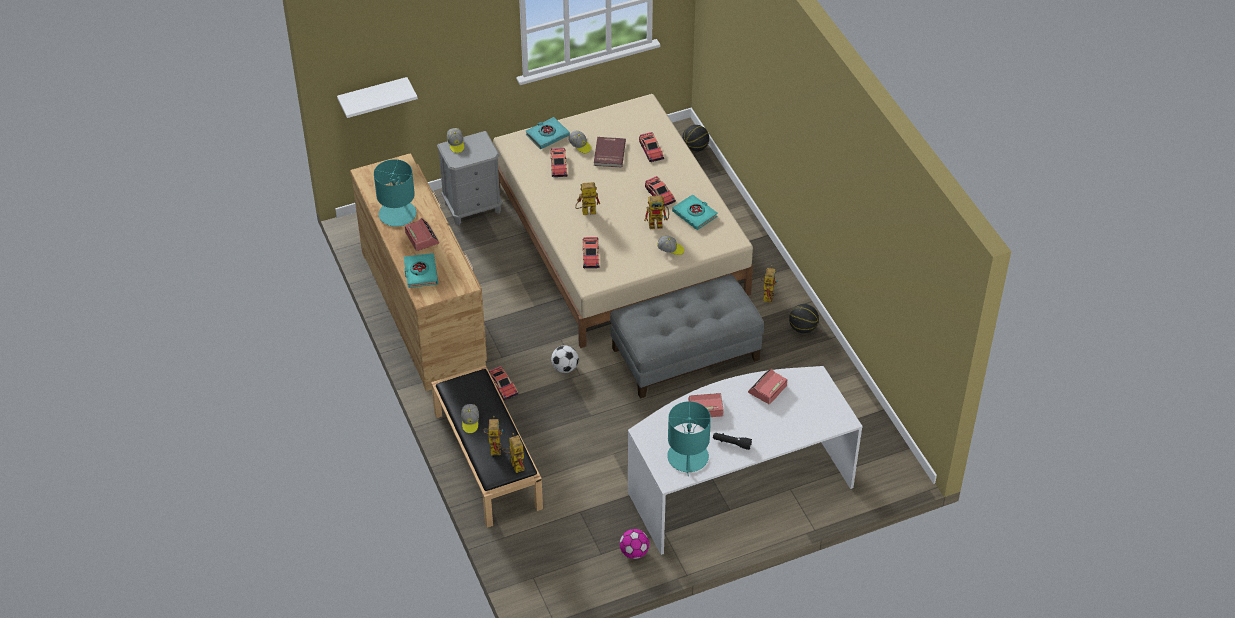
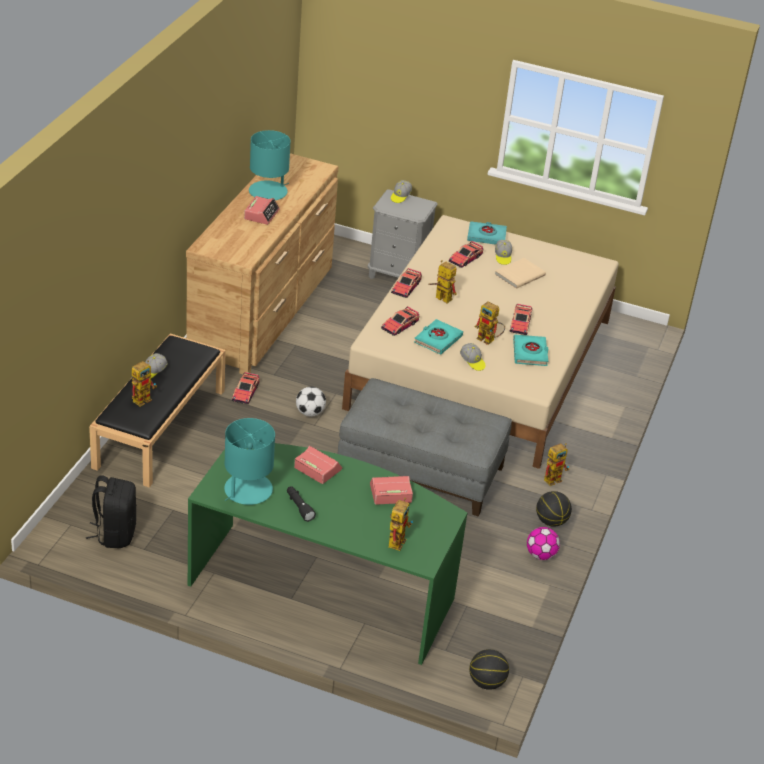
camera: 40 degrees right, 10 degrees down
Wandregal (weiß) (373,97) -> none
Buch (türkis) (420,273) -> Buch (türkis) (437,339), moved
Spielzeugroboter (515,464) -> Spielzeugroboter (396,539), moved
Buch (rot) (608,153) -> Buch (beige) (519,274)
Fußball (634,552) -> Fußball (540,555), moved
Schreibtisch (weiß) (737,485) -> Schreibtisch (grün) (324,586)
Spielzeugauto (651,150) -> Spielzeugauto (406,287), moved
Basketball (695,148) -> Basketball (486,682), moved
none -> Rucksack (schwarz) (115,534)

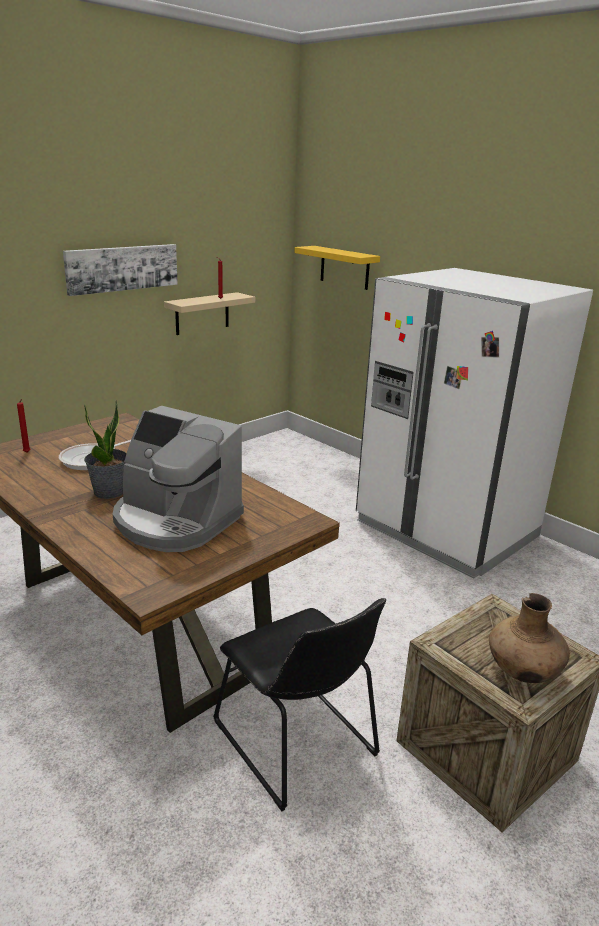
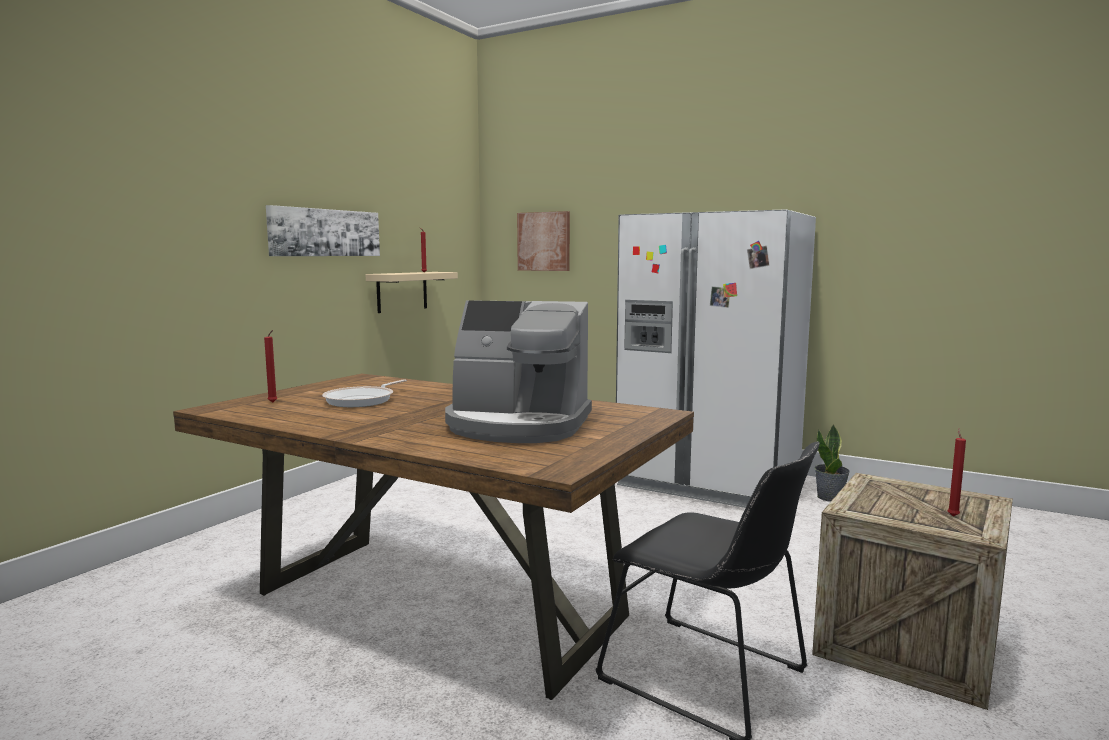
camera: 15 degrees left, 15 degrees down
Topfpflanze (109,492) -> Topfpflanze (830,497), moved
Wandregal (gelb) (344,267) -> Bild (544,241)
Vase (braun) (523,671) -> Kerze (rot) (952,515)

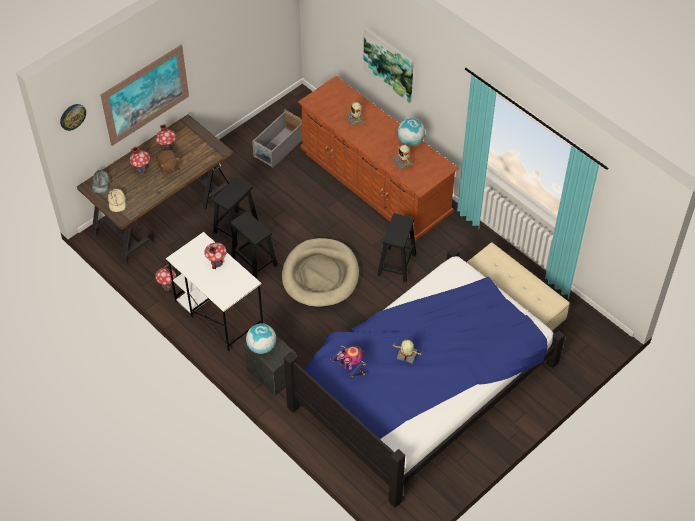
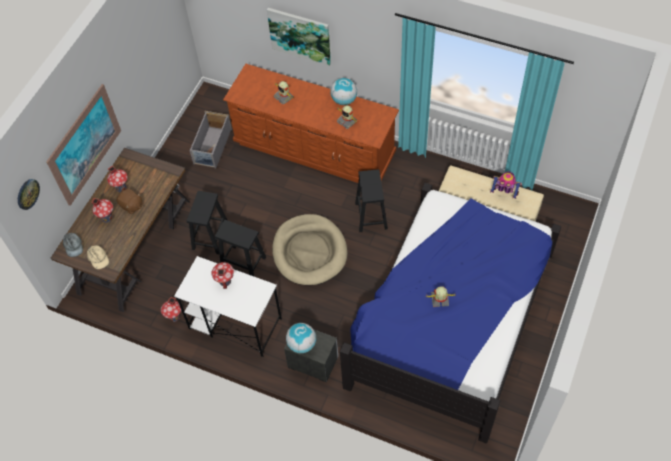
camera: 20 degrees left, 5 degrees up
Spielzeugroboter (349,369) -> Spielzeugroboter (504,194), moved

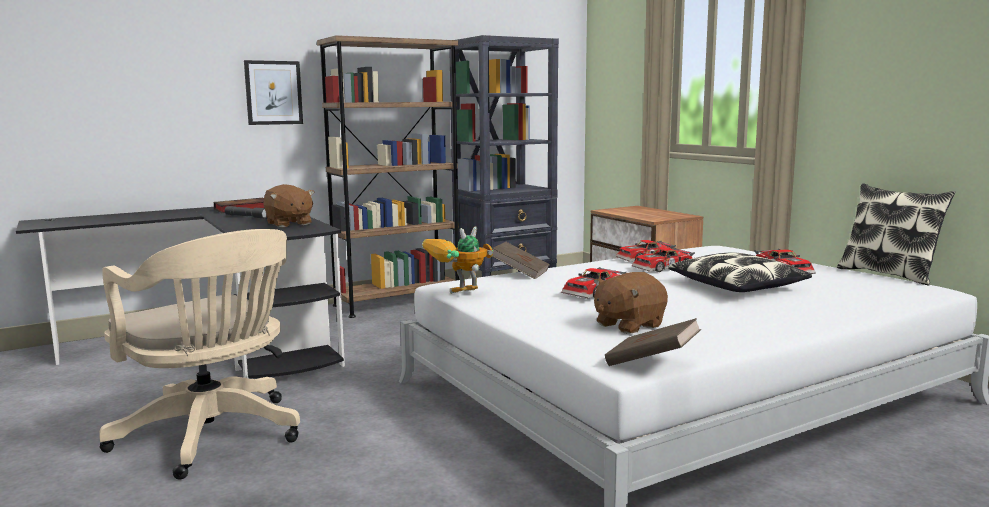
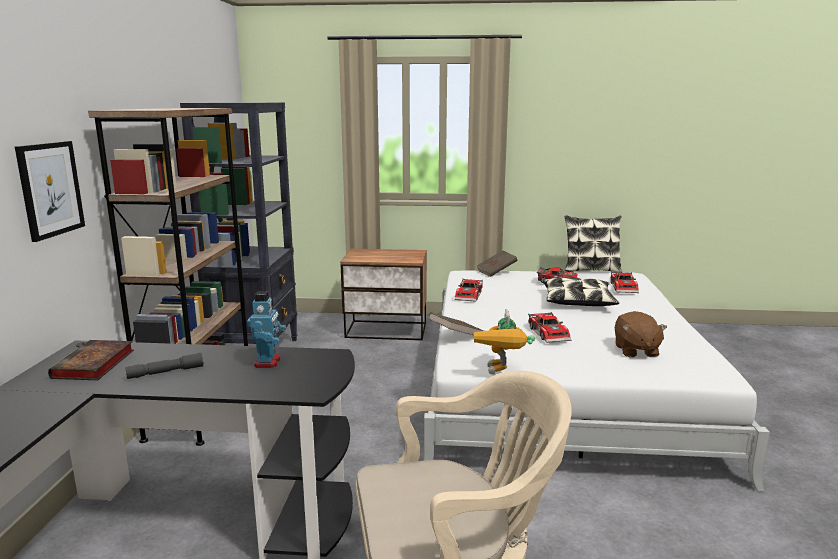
camera: 55 degrees left, 5 degrees up
Plüschtier (braun) (288,224) -> Spielzeugroboter (268,362)
Buch (braun) (652,363) -> Buch (braun) (496,272), moved
Spielzeugauto (664,268) -> Spielzeugauto (625,288), moved

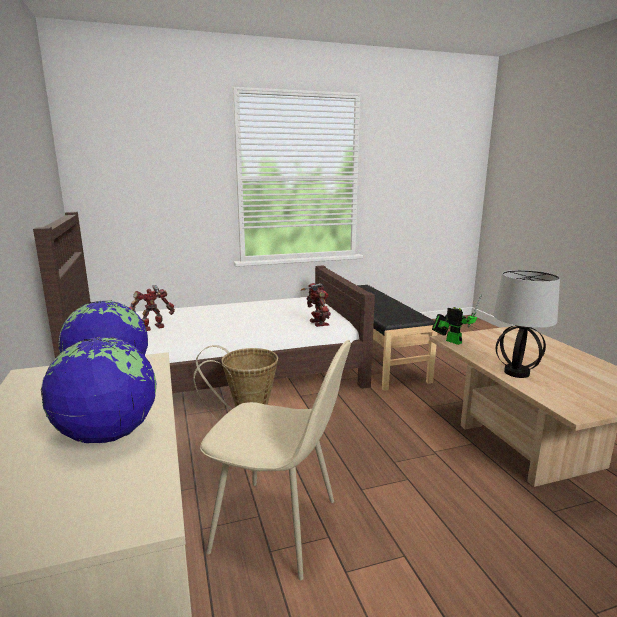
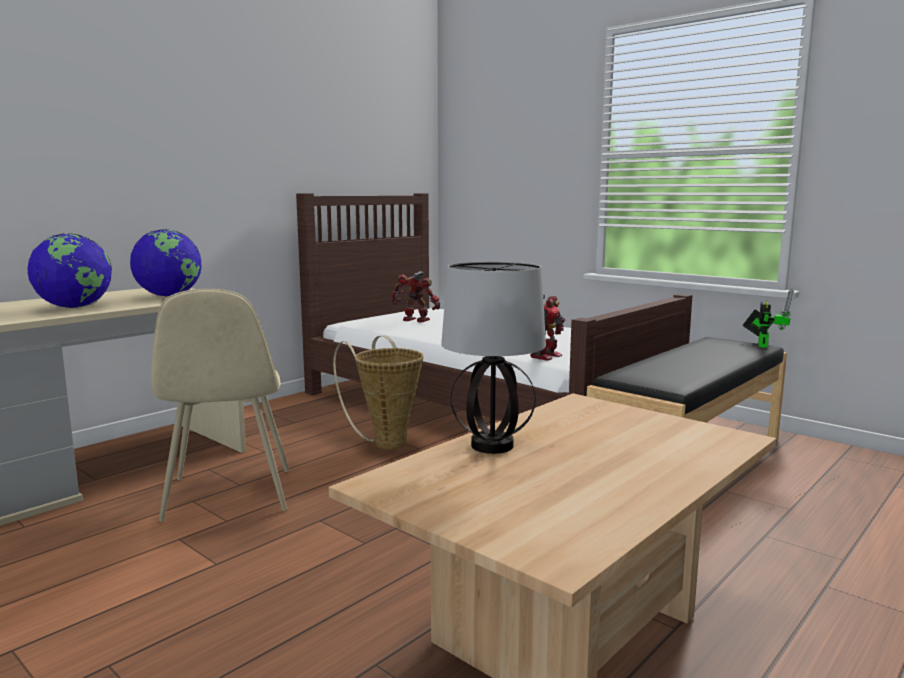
camera: 60 degrees right, 5 degrees down
Spielzeugroboter (451,341) -> Spielzeugroboter (762,345), moved

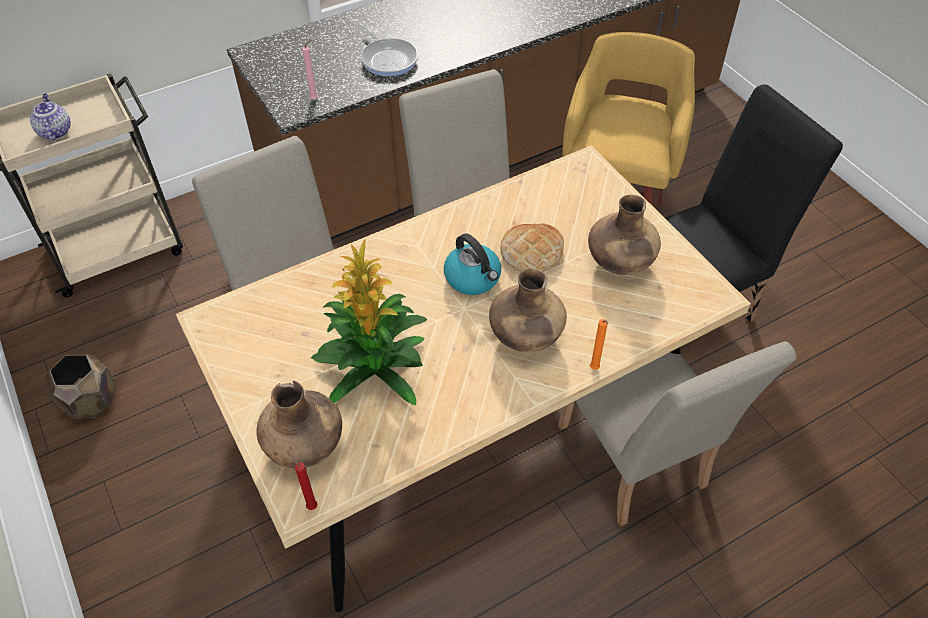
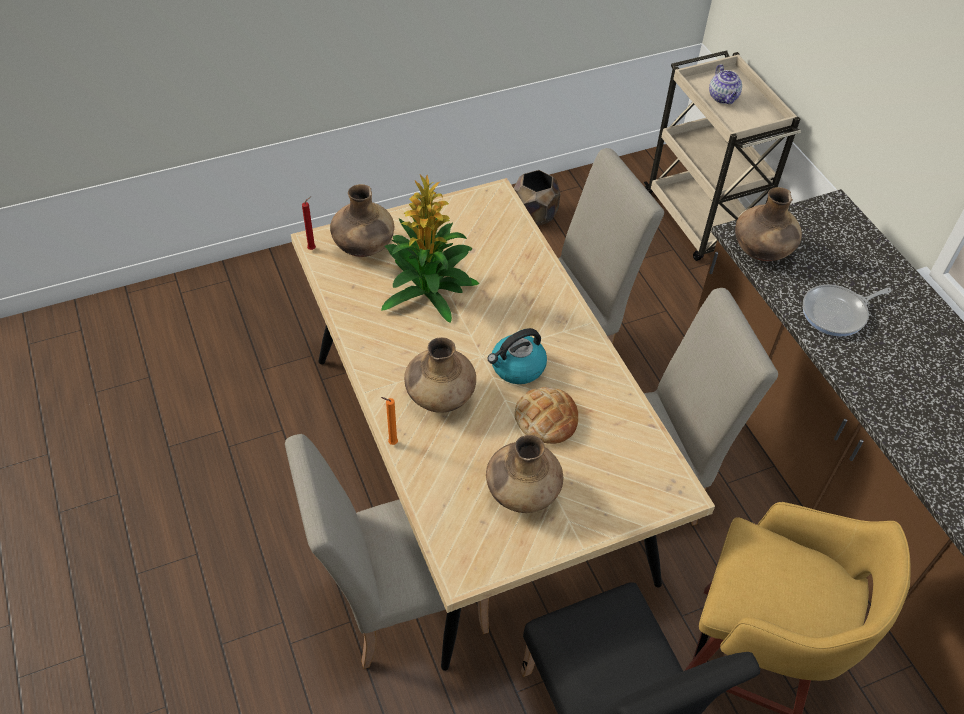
camera: 95 degrees right, 0 degrees up
Teekanne (55,131) -> Teekanne (723,98), 90 degrees clockwise
Kerze (rosa) (315,98) -> Vase (braun) (761,251)

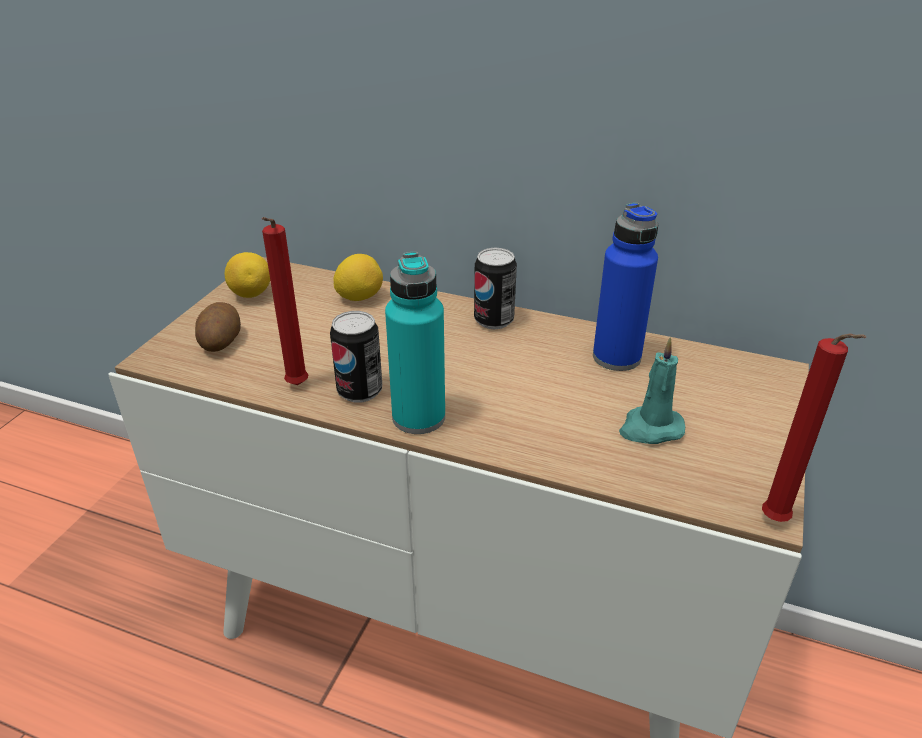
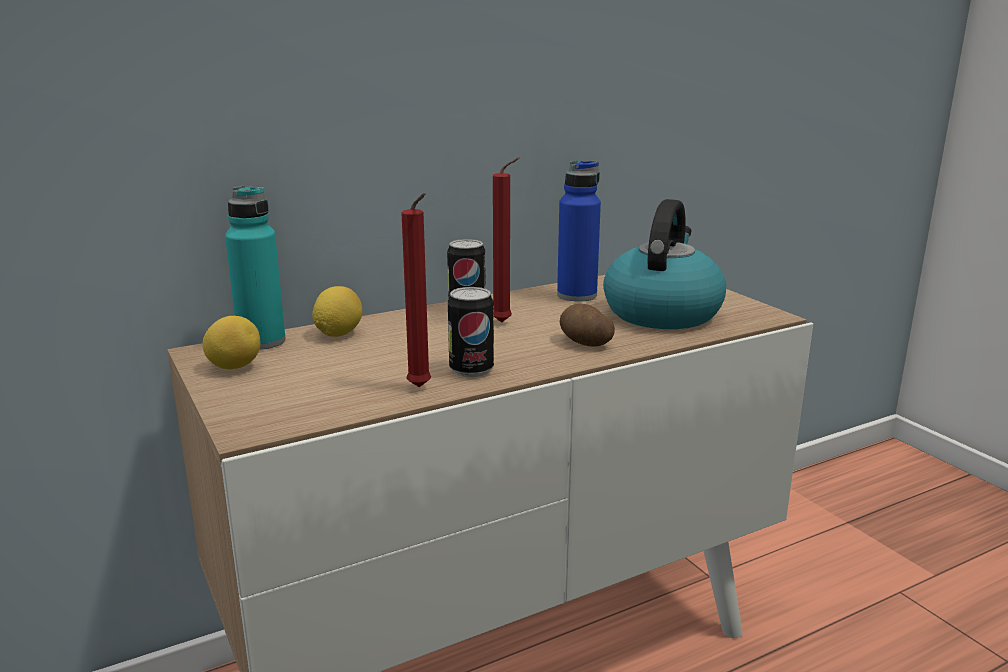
camera: 50 degrees left, 15 degrees down
Kartoffel (220,341) -> Kartoffel (584,342), moved
Flasche (türkis) (418,417) -> Flasche (türkis) (261,341), moved
Kerze (türkis) (650,428) -> Wasserkessel (662,312)
Kerze (rot) (777,523) -> Kerze (rot) (505,323), moved

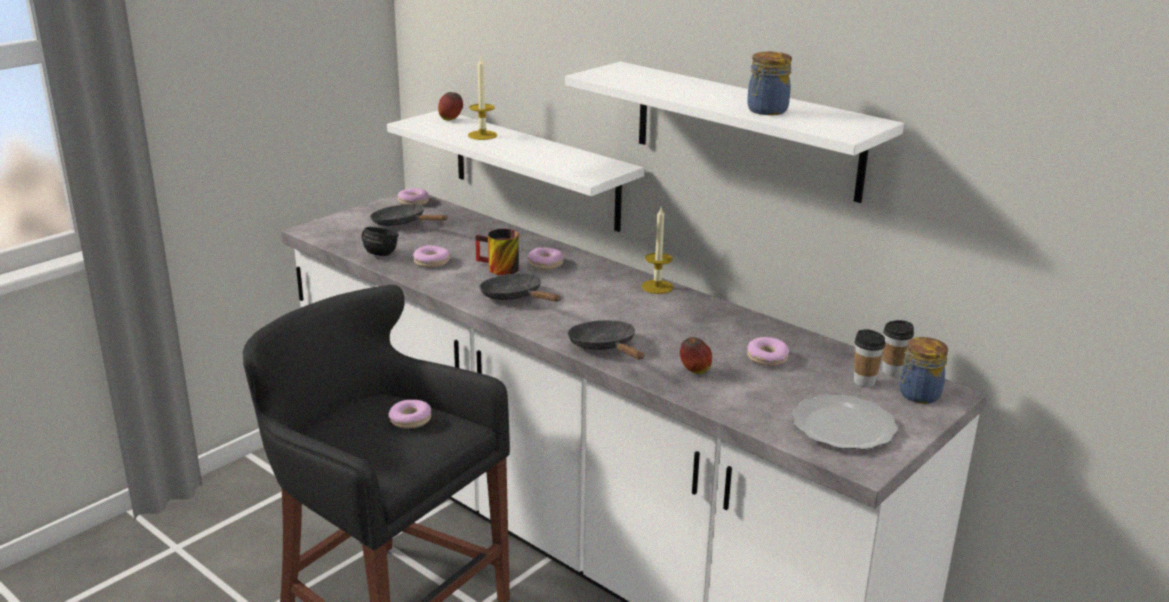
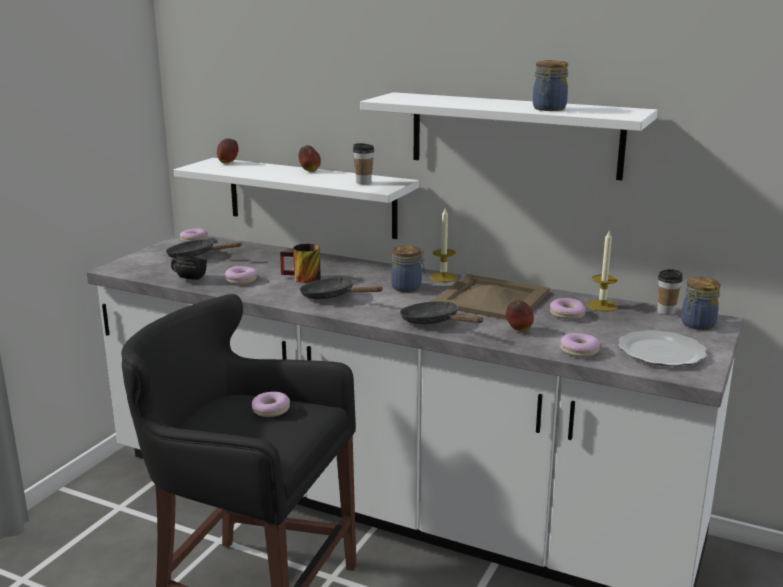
camera: 15 degrees left, 5 degrees down
Kerze (482,135) -> Kerze (602,306), moved
Donut (546,264) -> Donut (579,351), moved
Tasse (864,382) -> Tasse (363,182), moved
none -> Apfel (309,171)
none -> Vorratsglas (408,288)
none -> Tablett (beige) (490,298)

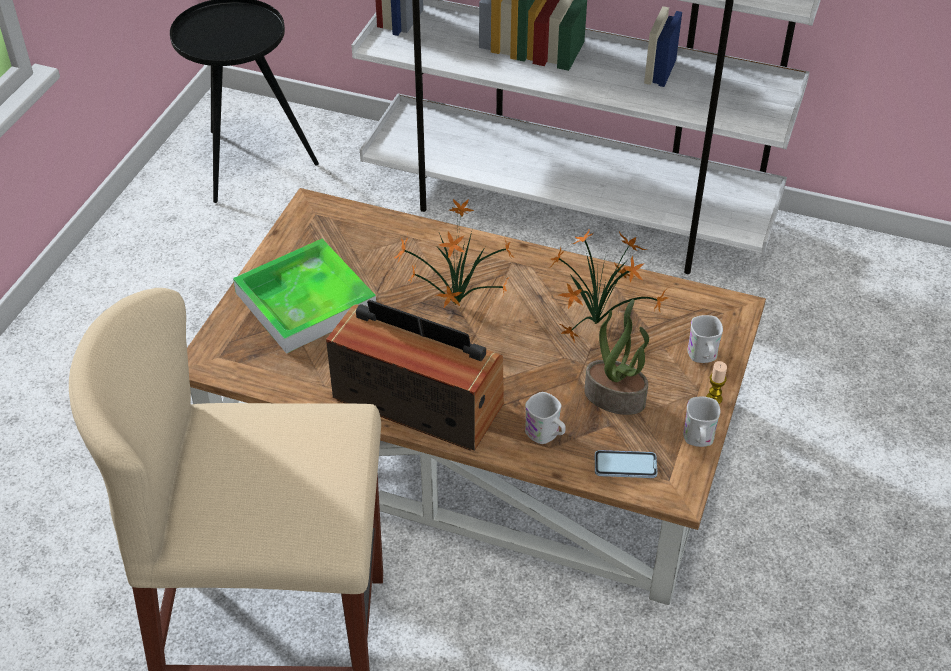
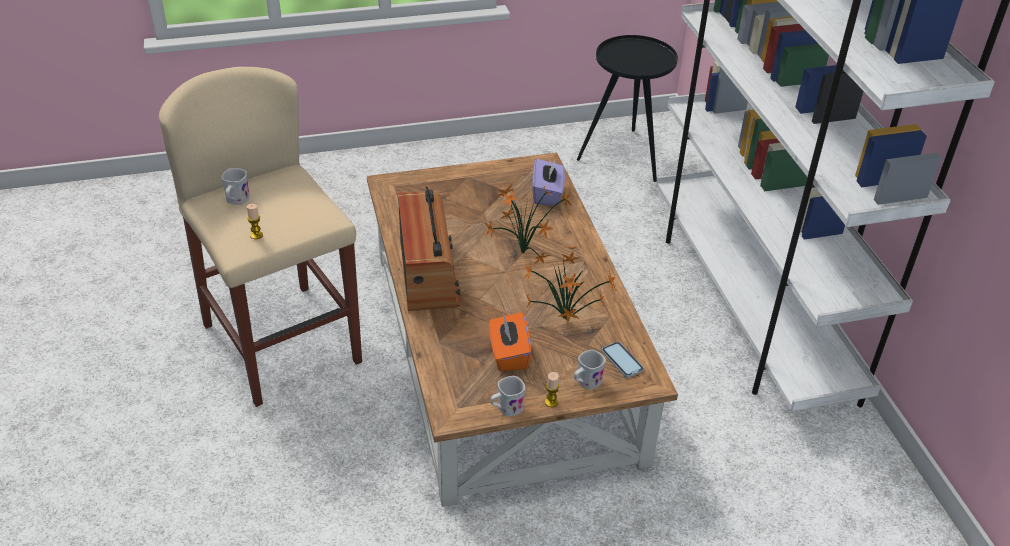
camera: 55 degrees right, 5 degrees down
Tablett (305,301) -> none
Henkelbecher (weiß) (546,435) -> Henkelbecher (weiß) (236,201), moved
Topfpflanze (616,397) -> Taschentuchbox (orange) (508,354)
Handy (625,465) -> Handy (622,360), moved
none -> Kerze (256,235)
none -> Taschentuchbox (lila) (547,194)

